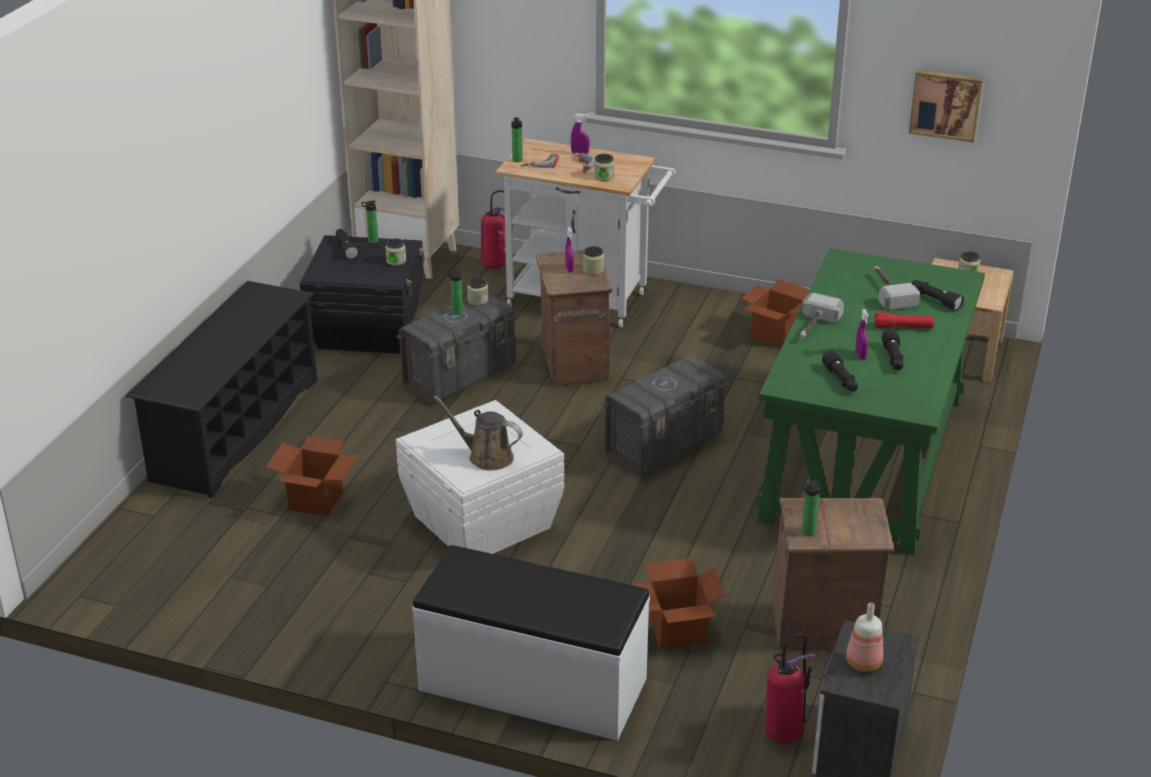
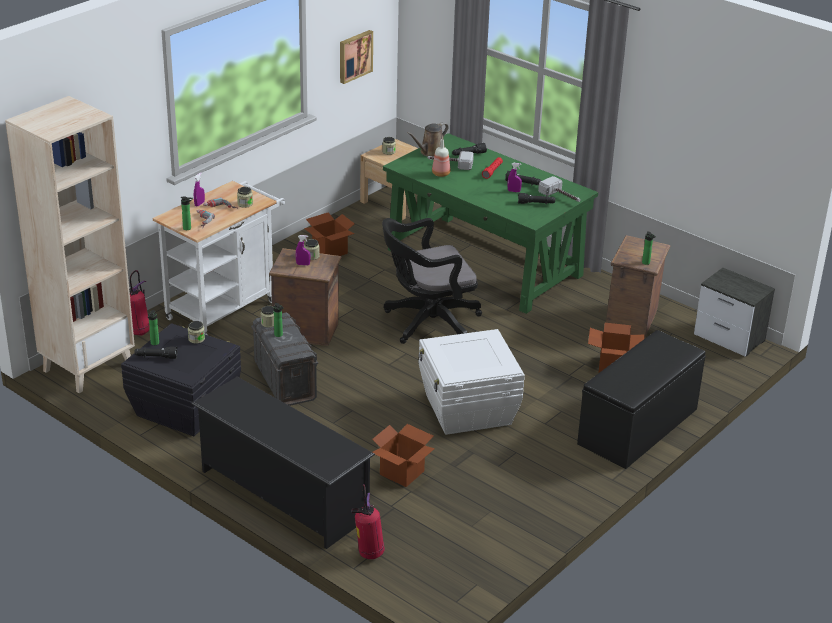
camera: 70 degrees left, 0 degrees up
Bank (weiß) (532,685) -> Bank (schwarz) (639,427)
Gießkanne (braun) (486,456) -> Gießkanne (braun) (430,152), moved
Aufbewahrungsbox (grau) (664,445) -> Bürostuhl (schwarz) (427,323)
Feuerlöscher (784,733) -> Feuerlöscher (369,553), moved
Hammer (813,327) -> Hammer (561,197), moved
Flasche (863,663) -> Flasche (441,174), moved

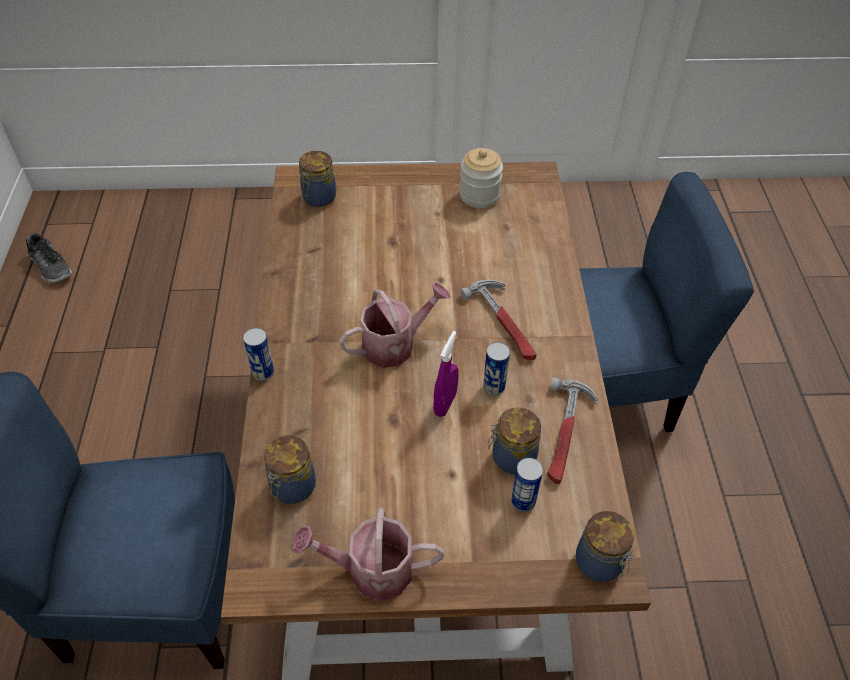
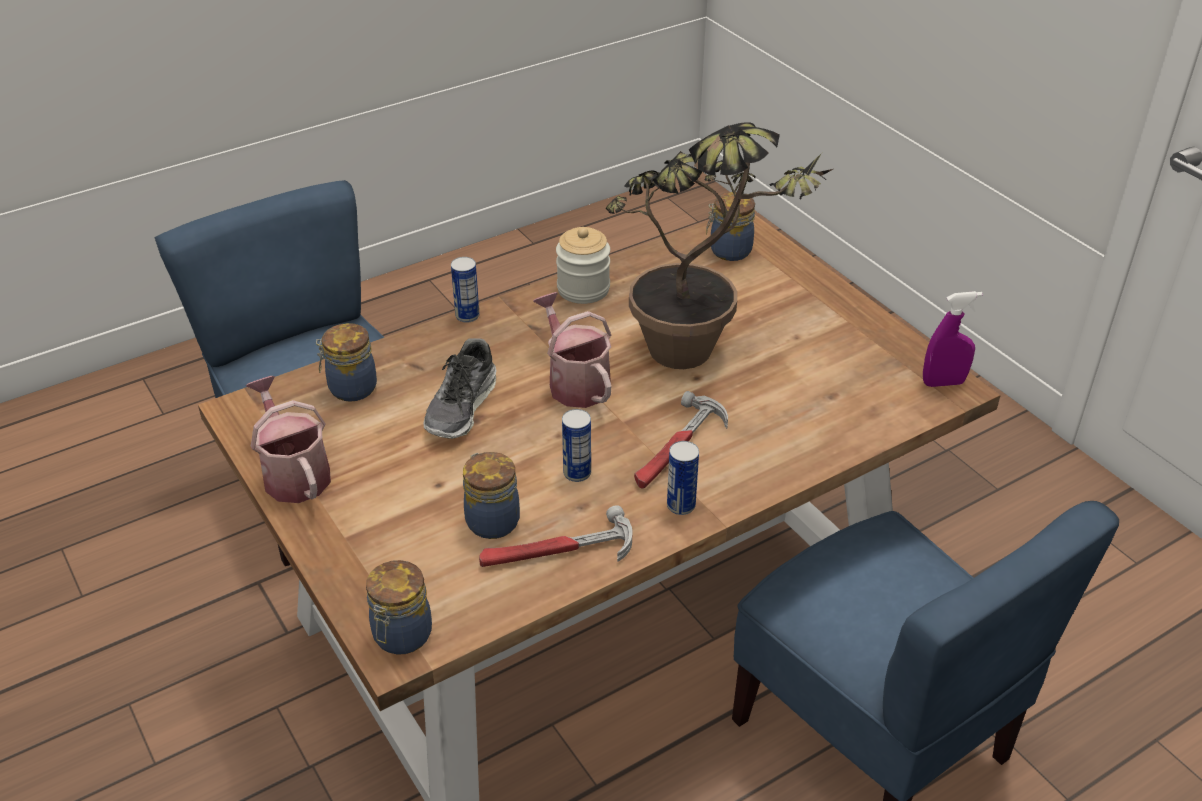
camera: 60 degrees right, 10 degrees down
Schuh (51,266) -> Schuh (462,407), moved
Gießkanne (395,344) -> Gießkanne (575,382), 150 degrees counterclockwise
Sprühflasche (lila) (445,403) -> Sprühflasche (lila) (943,383), moved
Vorratsglas (479,195) -> Vorratsglas (583,289), moved
Dose (523,502) -> Dose (681,505), moved
none -> Topfpflanze (700,359)

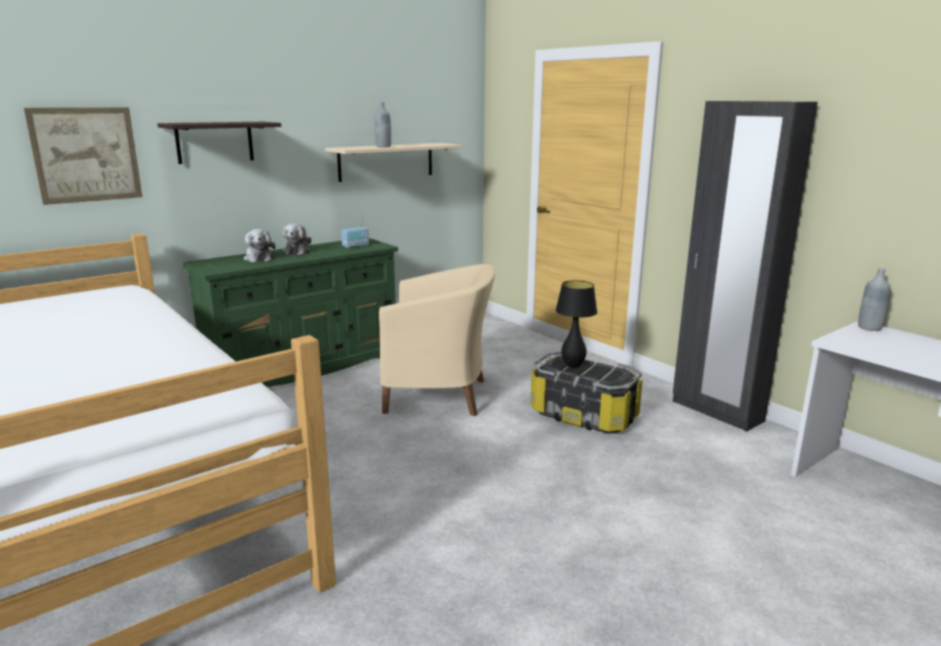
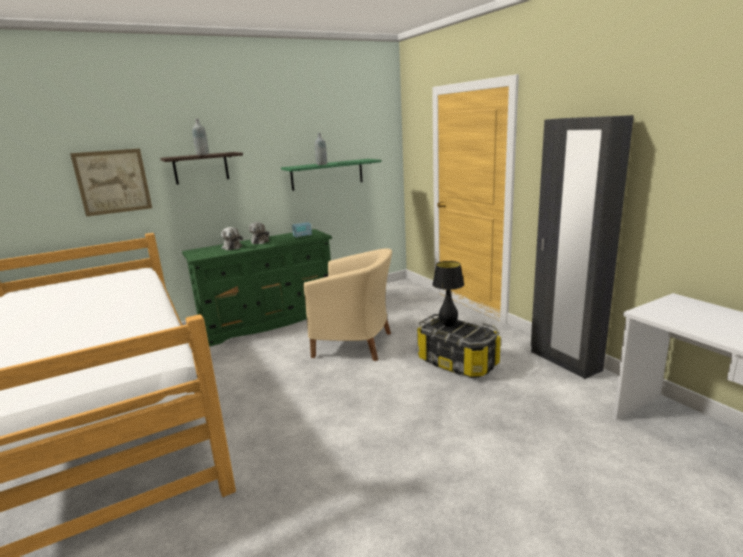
camera: 10 degrees right, 0 degrees up
Wandregal (beige) (386,161) -> Wandregal (grün) (327,174)
Flasche (grau) (869,328) -> Flasche (grau) (202,154), moved

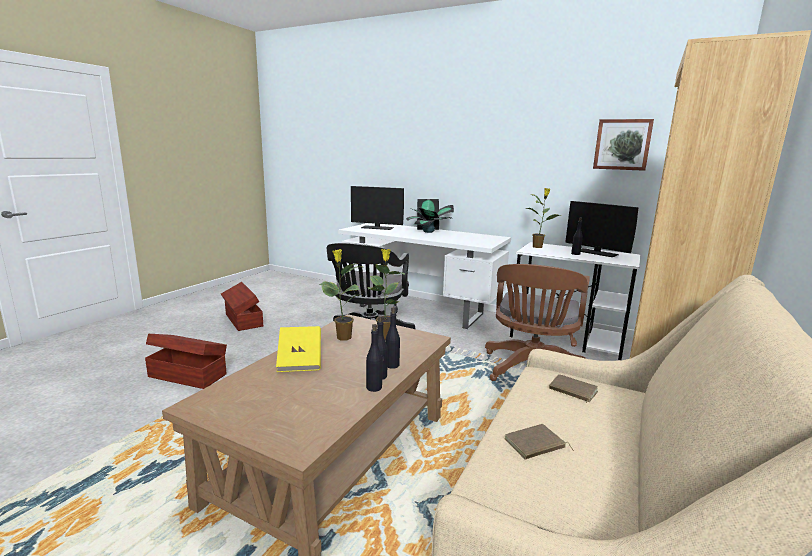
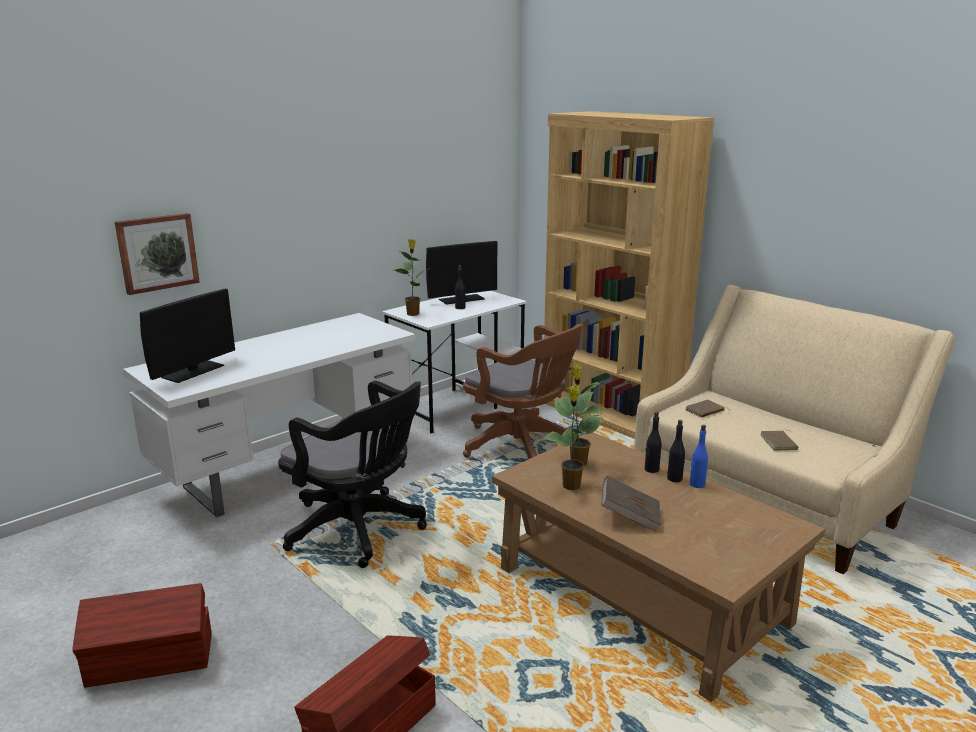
camera: 70 degrees left, 5 degrees up
Buch (gelb) (300,361) -> Buch (braun) (630,517)
Flasche (schwarz) (374,387) -> Flasche (blau) (696,484)
Topfpflanze (429,232) -> none
Bild (622,144) -> Bild (157,252), moved

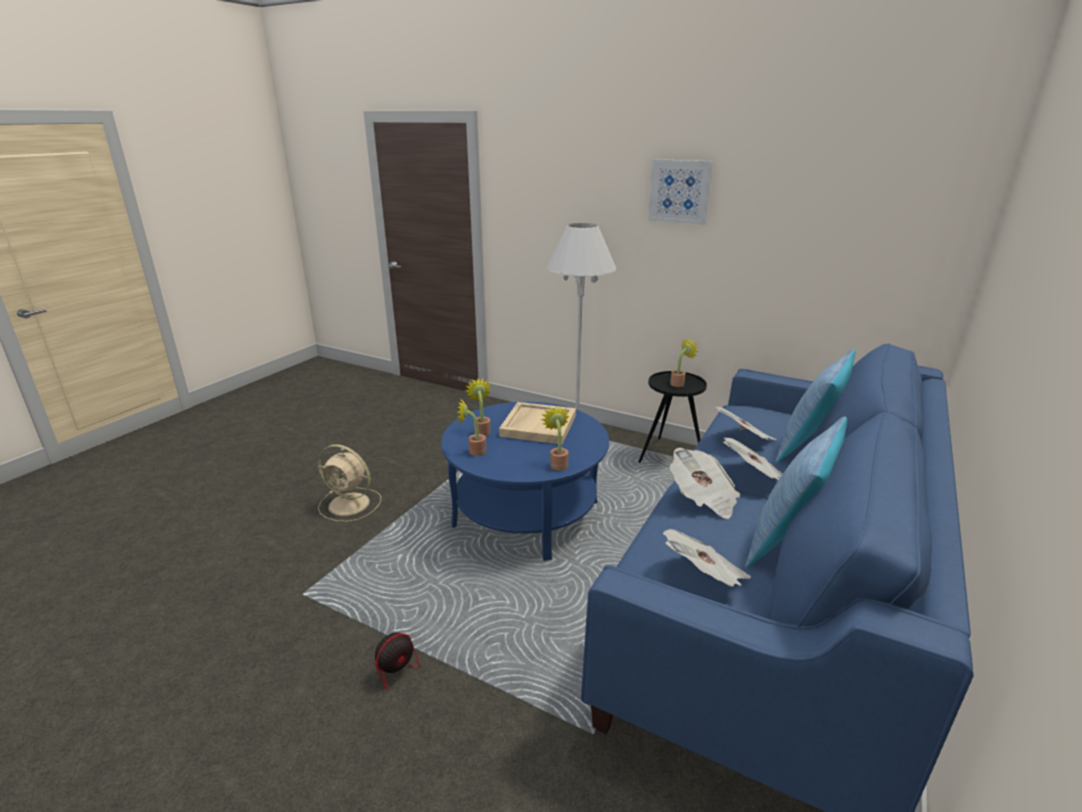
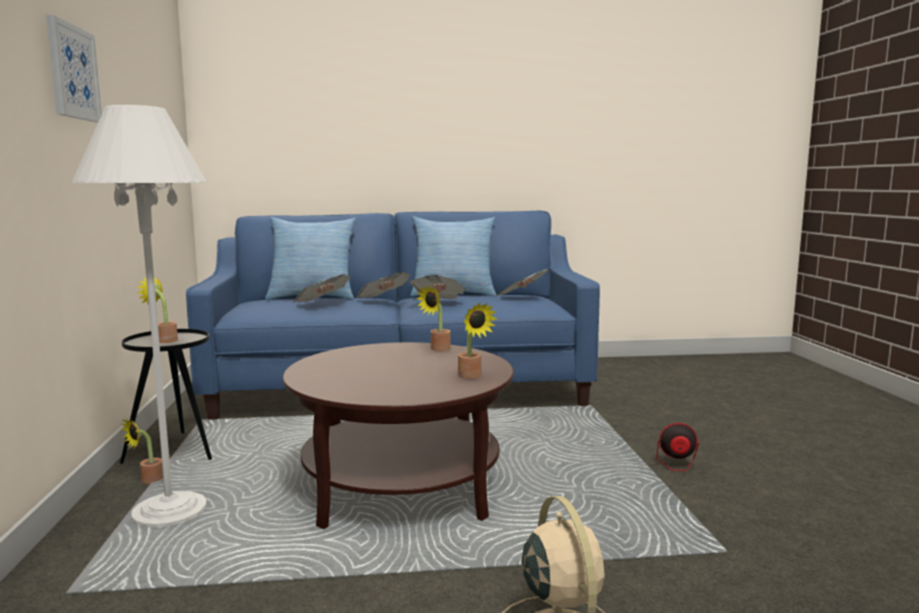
camera: 125 degrees left, 15 degrees down
Couchtisch (blau) (526,514) -> Couchtisch (braun) (402,487)
Topfpflanze (481,431) -> Topfpflanze (148,481), moved
Tablett (beige) (538,425) -> none

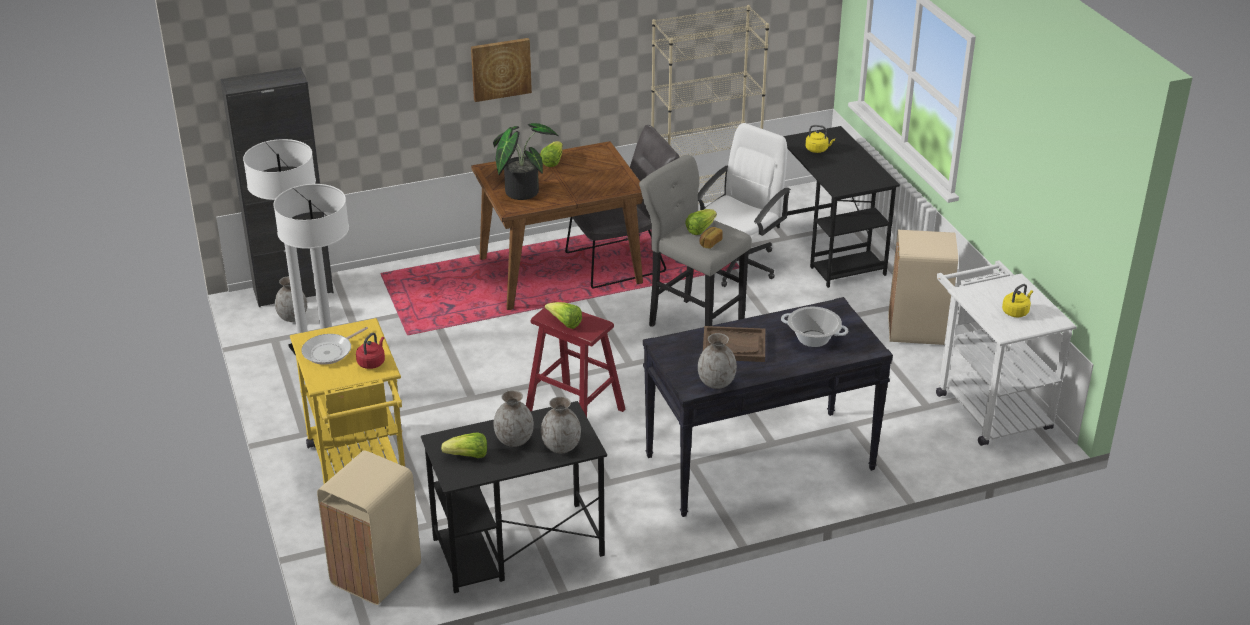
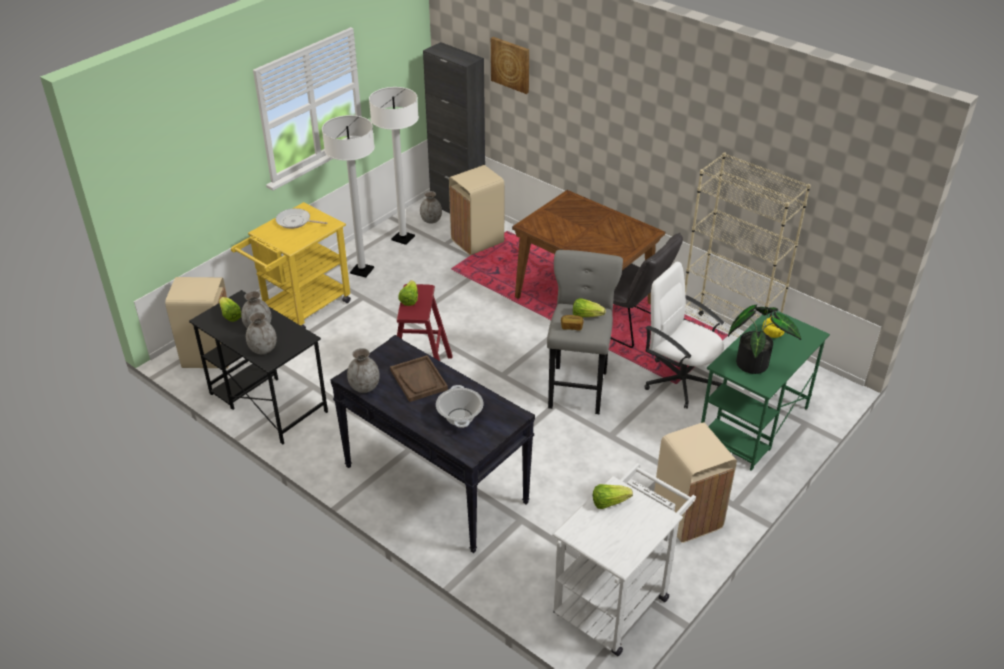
camera: 60 degrees right, 5 degrees up
Wasserkessel (rot) (372,362) -> none
Bild (500,68) -> Bild (511,64), moved
Topfpflanze (521,190) -> Topfpflanze (755,362), moved
Salatkopf (552,161) -> Salatkopf (609,502), moved
Bürostuhl (weiß) (737,264) -> Bürostuhl (weiß) (680,381), 150 degrees counterclockwise
Schreibtisch (schwarz) (830,251) -> Schreibtisch (grün) (753,425)
Wasserkessel (gelb) (1016,312) -> none
none -> Mülleimer (beige) (477,241)

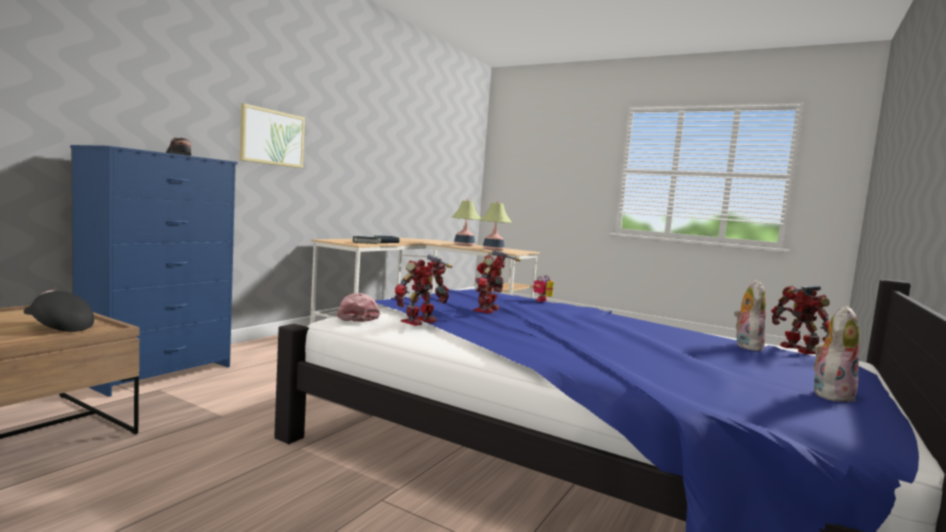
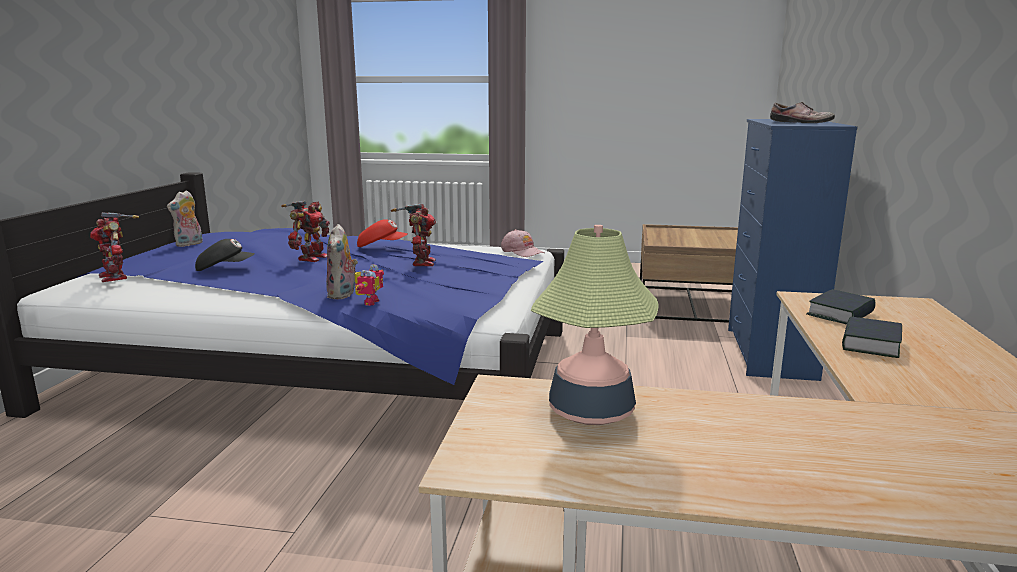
camera: 160 degrees right, 10 degrees up
Kappe (schwarz) (57,327) -> Kappe (schwarz) (225,269), moved
Bild (272,137) -> none
Spielzeugroboter (421,322) -> Spielzeugroboter (311,258), moved
Tischlampe (464,245) -> none
Plüschtier (746,346) -> Plüschtier (343,295), moved
none -> Kappe (rot) (382,246)

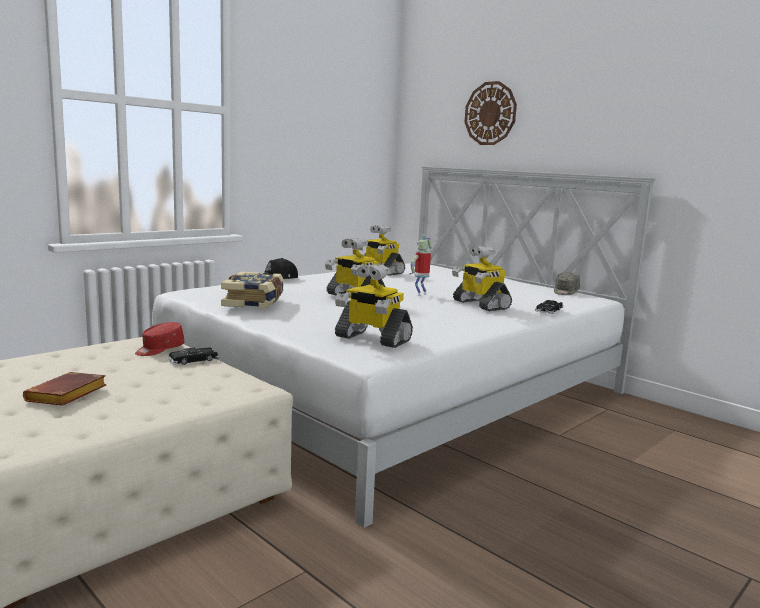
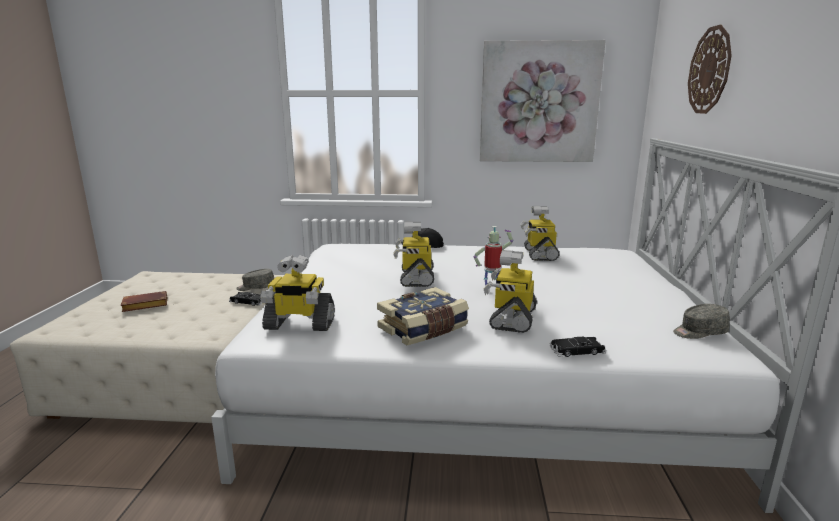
camera: 50 degrees right, 5 degrees up
Kappe (rot) (159,349) -> Kappe (grau) (256,288)
Buch (255,302) -> Buch (424,329), moved
Spielzeugroboter (372,339) -> Spielzeugroboter (299,324), 75 degrees counterclockwise
none -> Bild (539,103)

